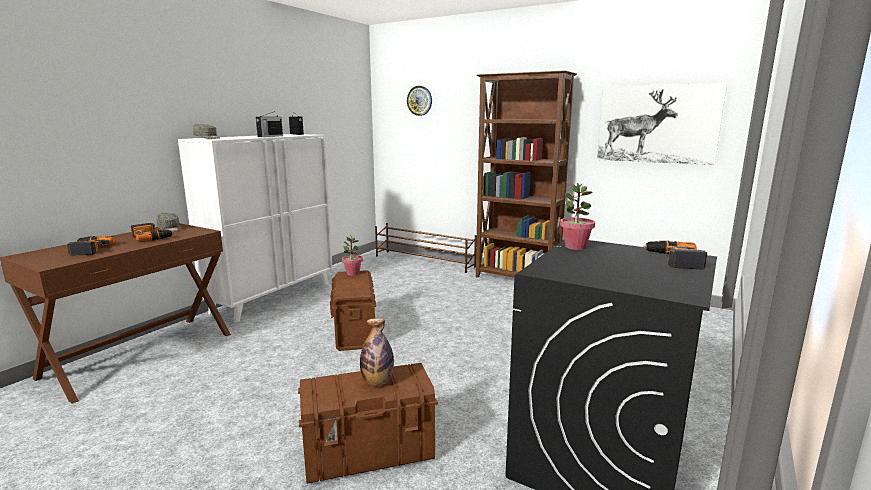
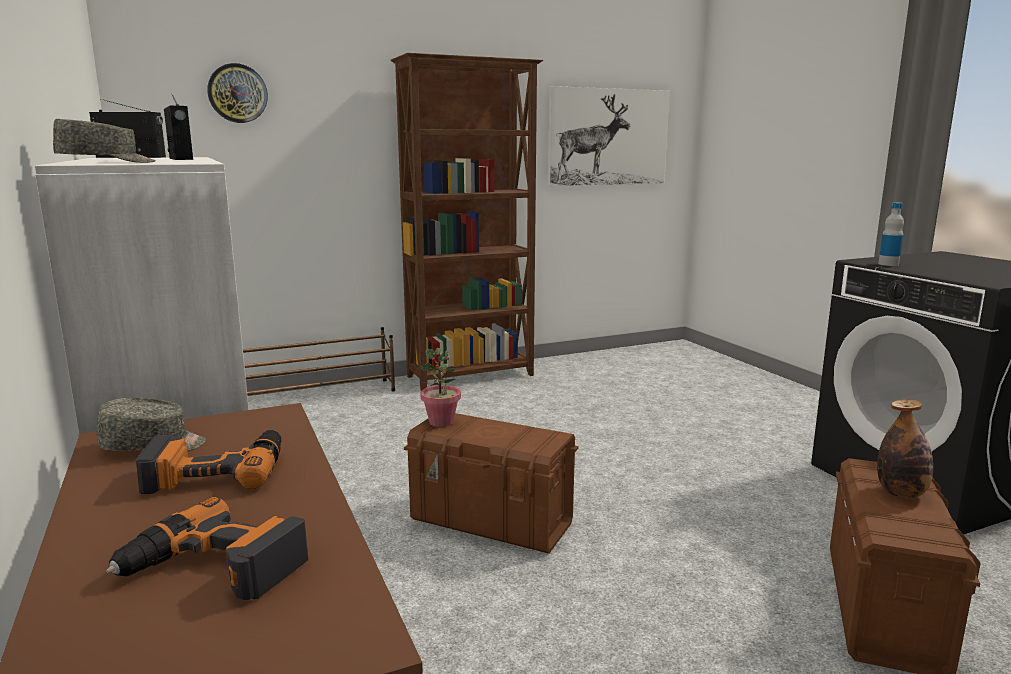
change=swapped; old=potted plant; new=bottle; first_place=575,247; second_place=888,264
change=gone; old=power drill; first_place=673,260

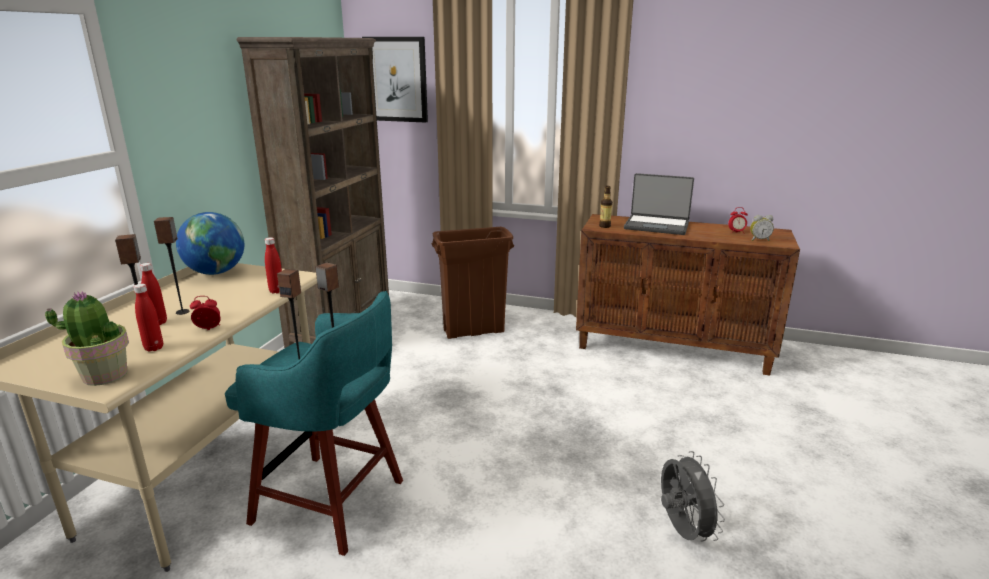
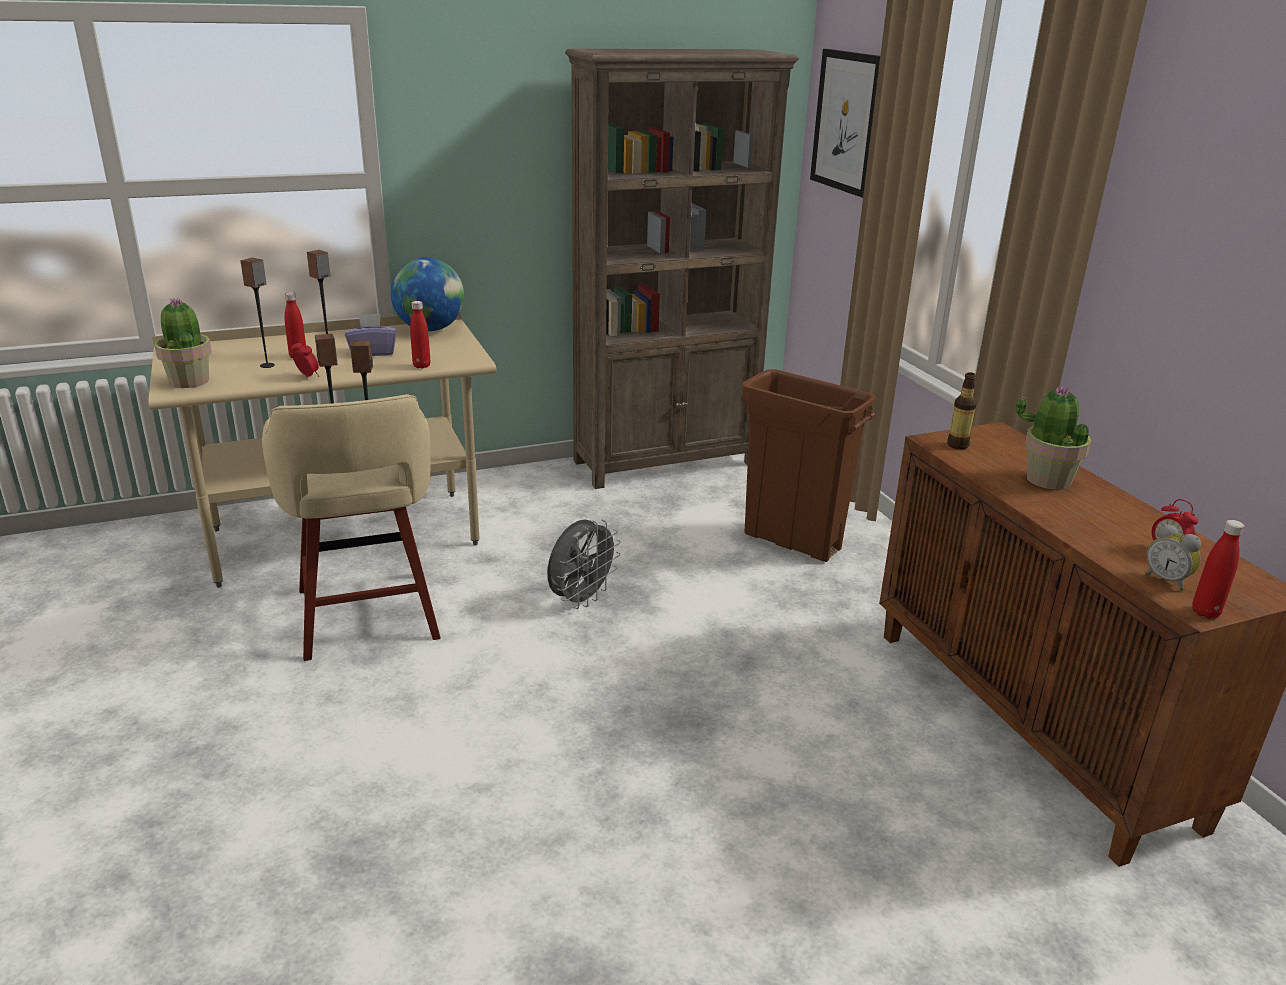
change=repainted; old=stool (turquoise); new=stool (beige); first_place=332,503; second_place=367,617
change=new; new=tissue box (purple); second_place=372,352
change=shifted; old=fan (grey); first_place=681,531; second_place=581,599
change=swapped; old=laptop; new=potted plant; first_place=656,226; second_place=1047,479
change=shifted; old=bottle (red); first_place=154,348; second_place=1205,612

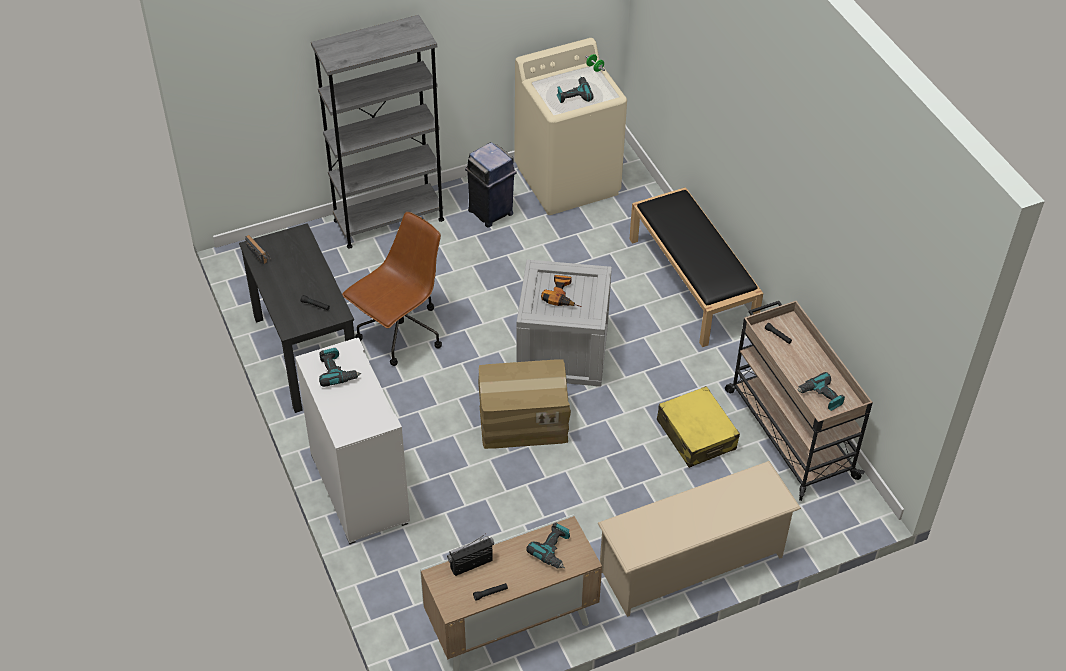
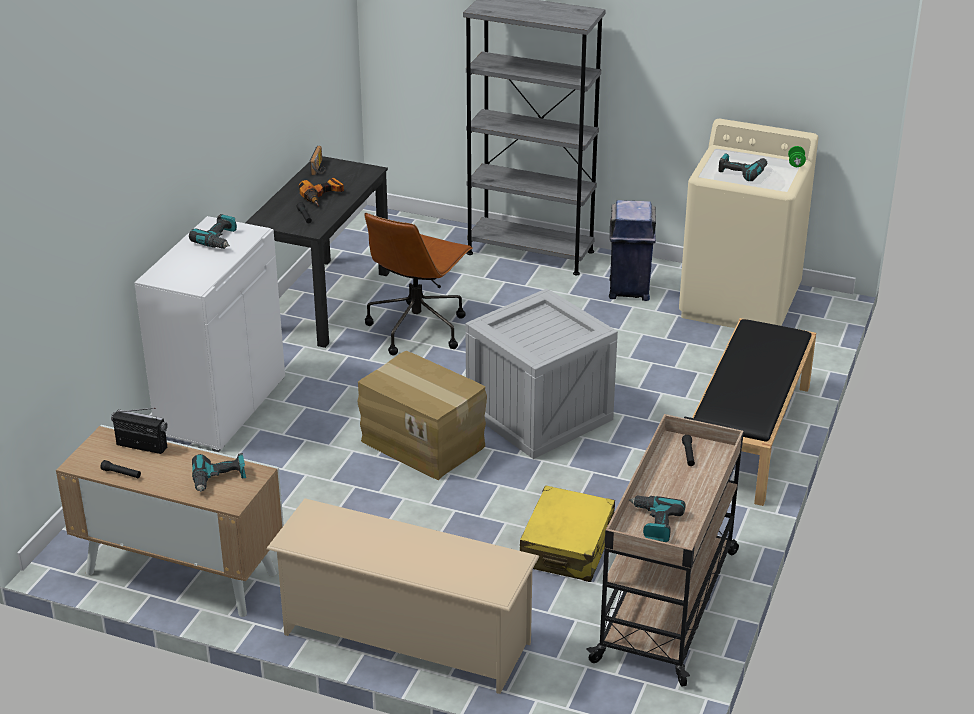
change=shifted; old=power drill; first_place=562,295; second_place=323,197
change=rotated; old=office chair (brown); first_place=400,334; second_place=417,328; degrees=120

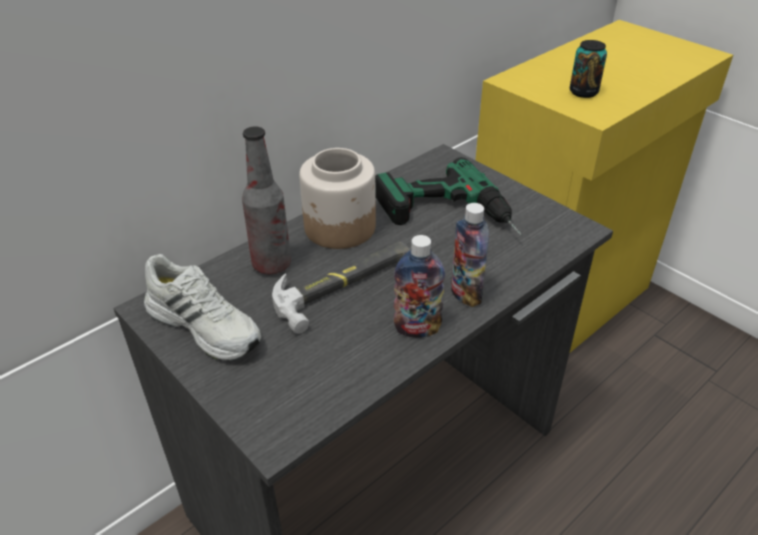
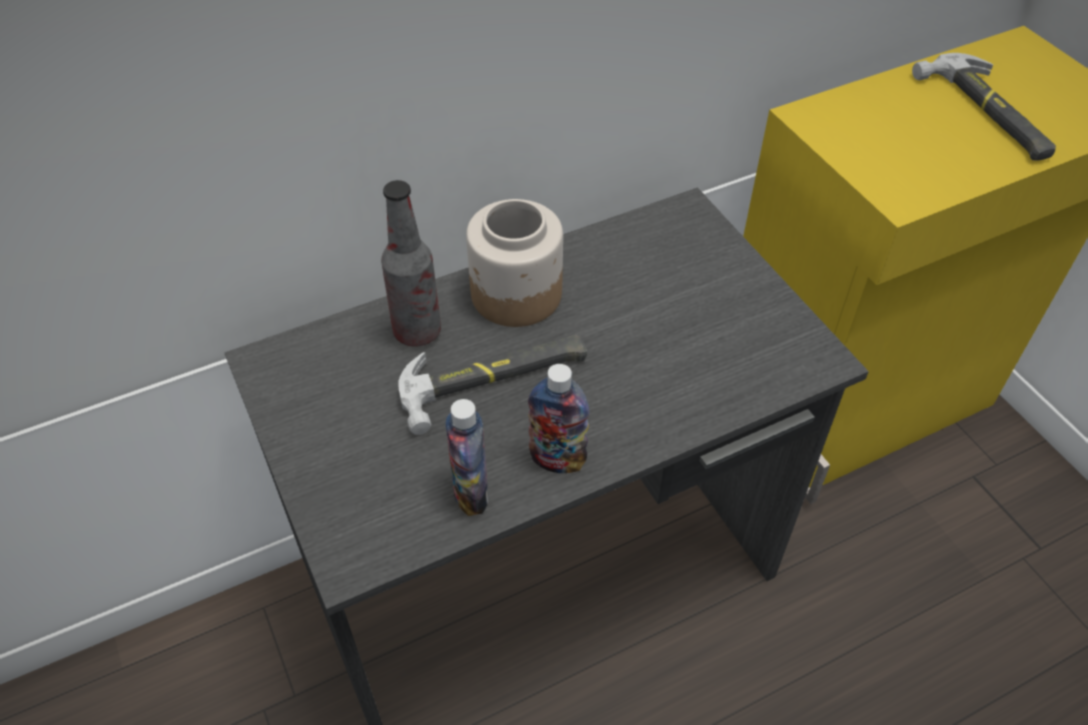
change=shifted; old=bottle; first_place=466,294; second_place=471,494
change=new; new=hammer; second_place=987,113
change=gone; old=shoe (white); first_place=206,325
change=gone; old=power drill; first_place=449,217
change=gone; old=can; first_place=583,92

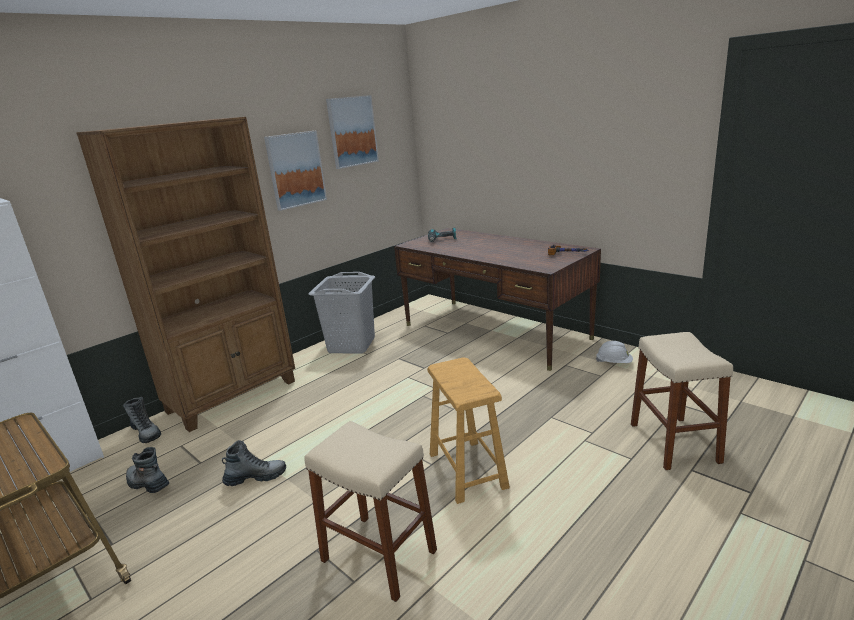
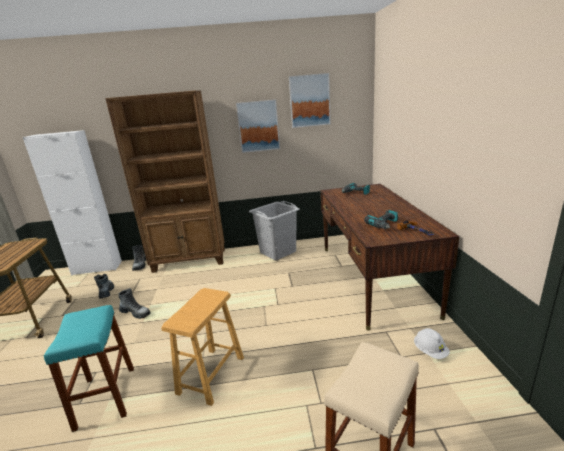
change=repainted; old=stool (beige); new=stool (turquoise); first_place=379,555; second_place=106,397
change=new; new=power drill; second_place=384,225

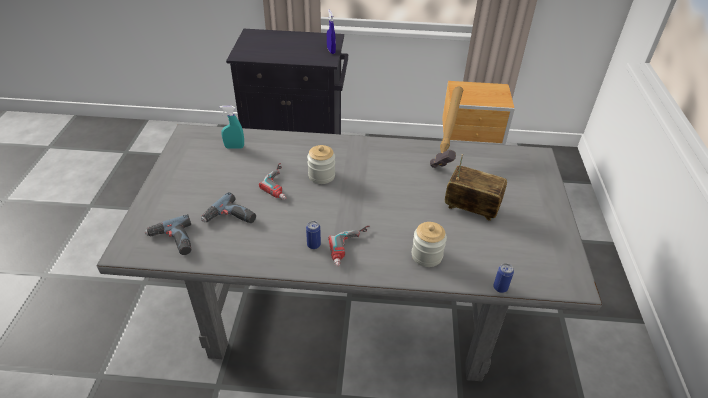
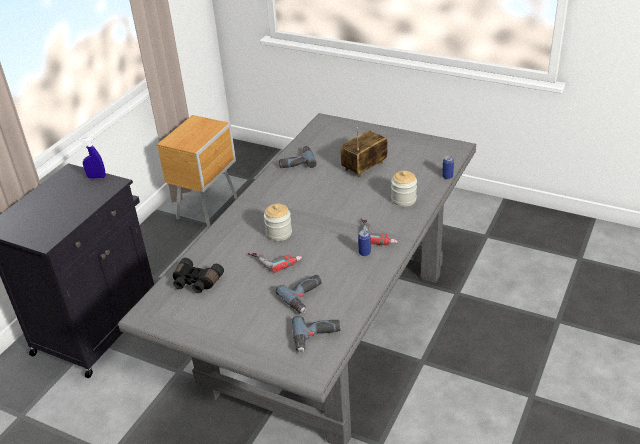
change=swapped; old=spray bottle (turquoise); new=binoculars (black); first_place=234,147; second_place=196,282
change=swapped; old=hammer; new=power drill; first_place=447,156; second_place=296,161

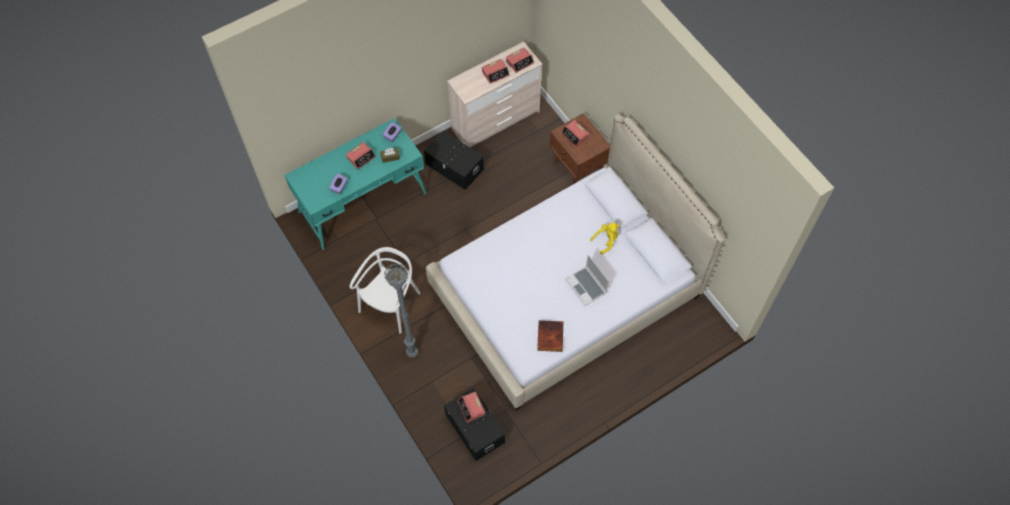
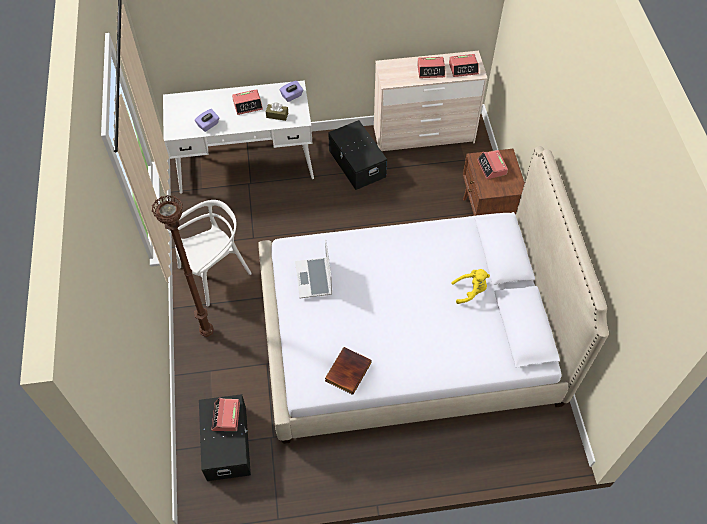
change=repainted; old=floor lamp (grey); new=floor lamp (brown); first_place=411,353; second_place=207,331
change=repainted; old=desk (turquoise); new=desk (white); first_place=363,202; second_place=245,164
change=shifted; old=laptop; first_place=586,286; second_place=314,279

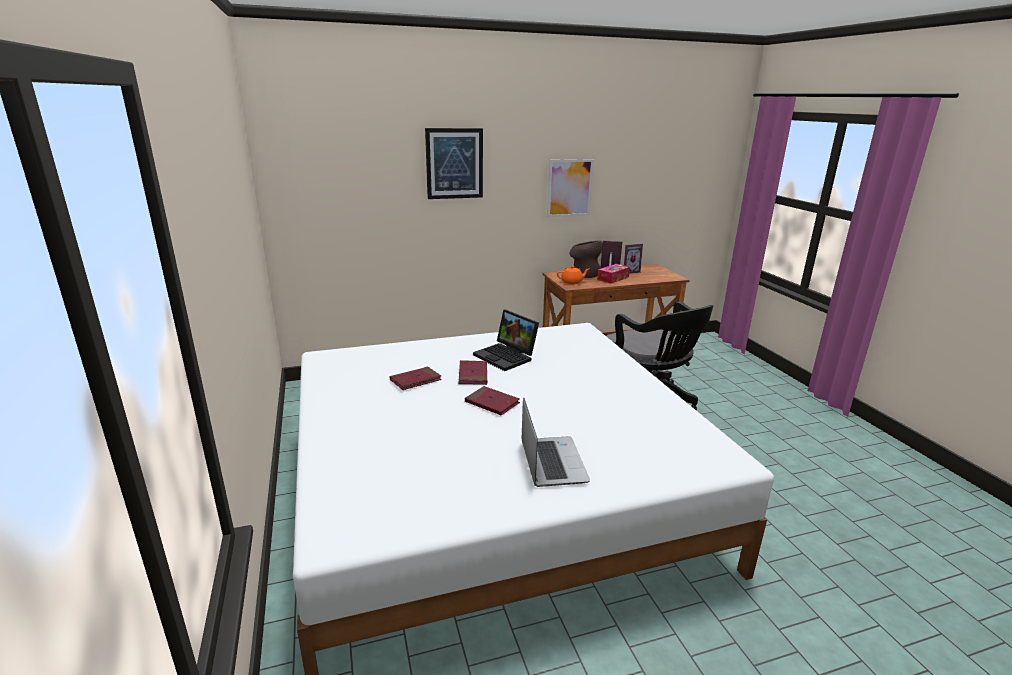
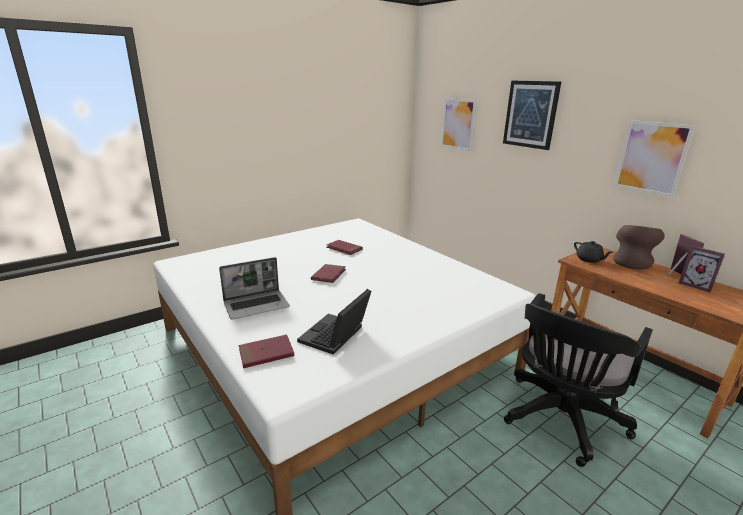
change=shifted; old=book (red); first_place=473,375; second_place=266,353
change=shifted; old=laptop; first_place=507,356; second_place=335,337
change=new; new=picture; second_place=458,124
change=repainted; old=teapot (orange); new=teapot (black); first_place=572,282; second_place=589,259
change=gone; old=tissue box; first_place=613,278

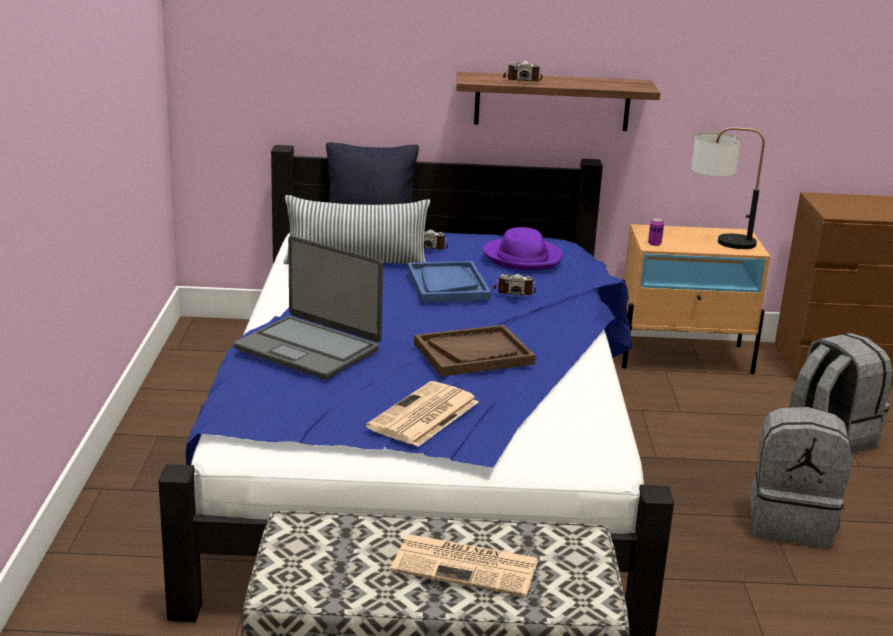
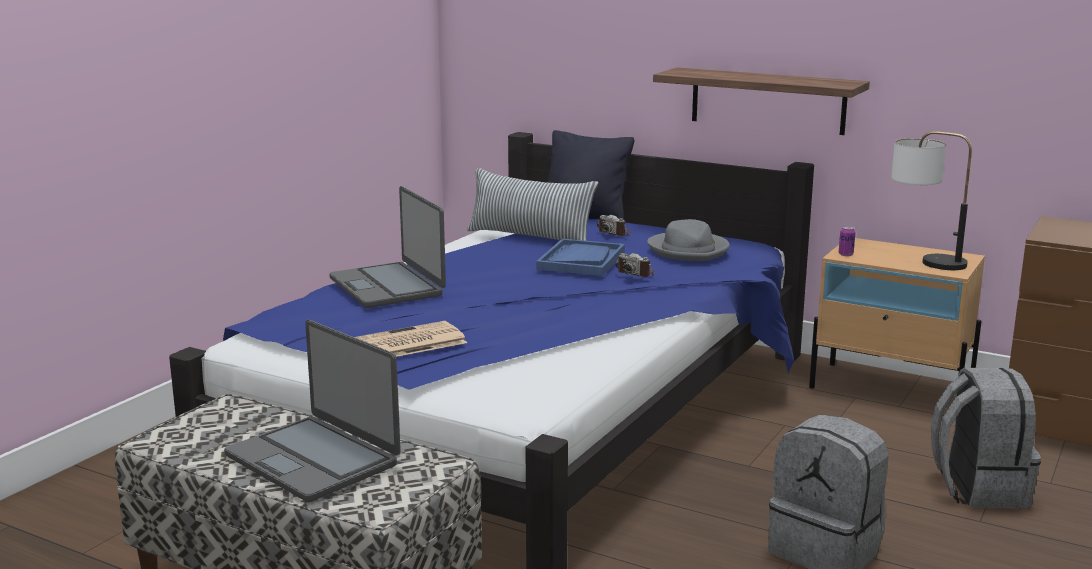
change=swapped; old=newspaper; new=laptop; first_place=468,566; second_place=314,459
change=repainted; old=hat (purple); new=hat (grey); first_place=523,257; second_place=689,250
change=gone; old=tray (brown); first_place=473,353
change=gone; old=photo camera; first_place=522,80

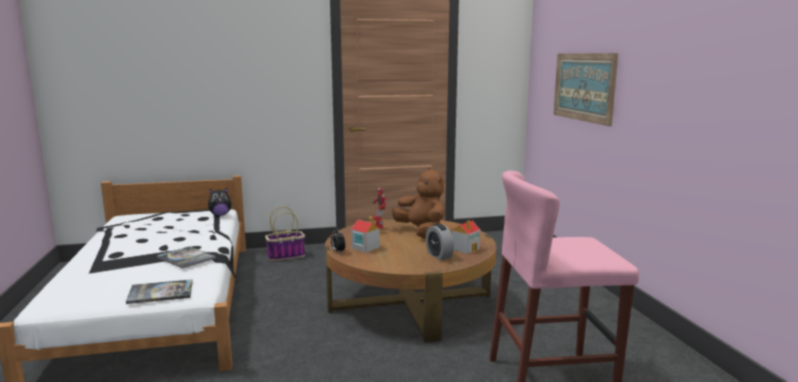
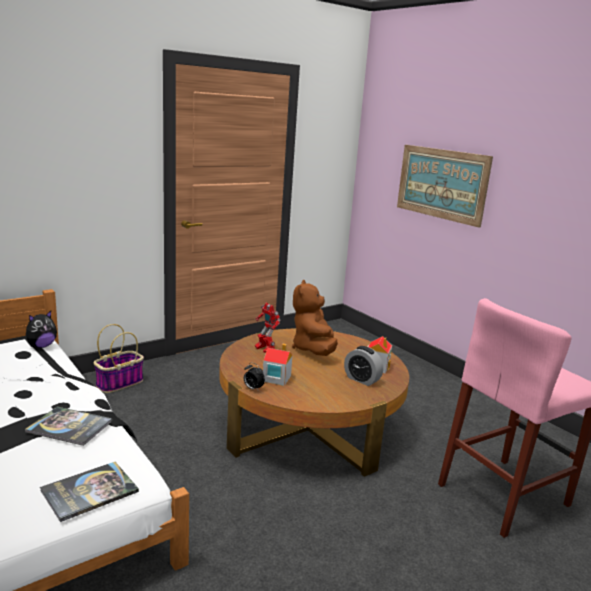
change=rotated; old=plush toy (brown); first_place=421,233; second_place=313,349; degrees=-120

